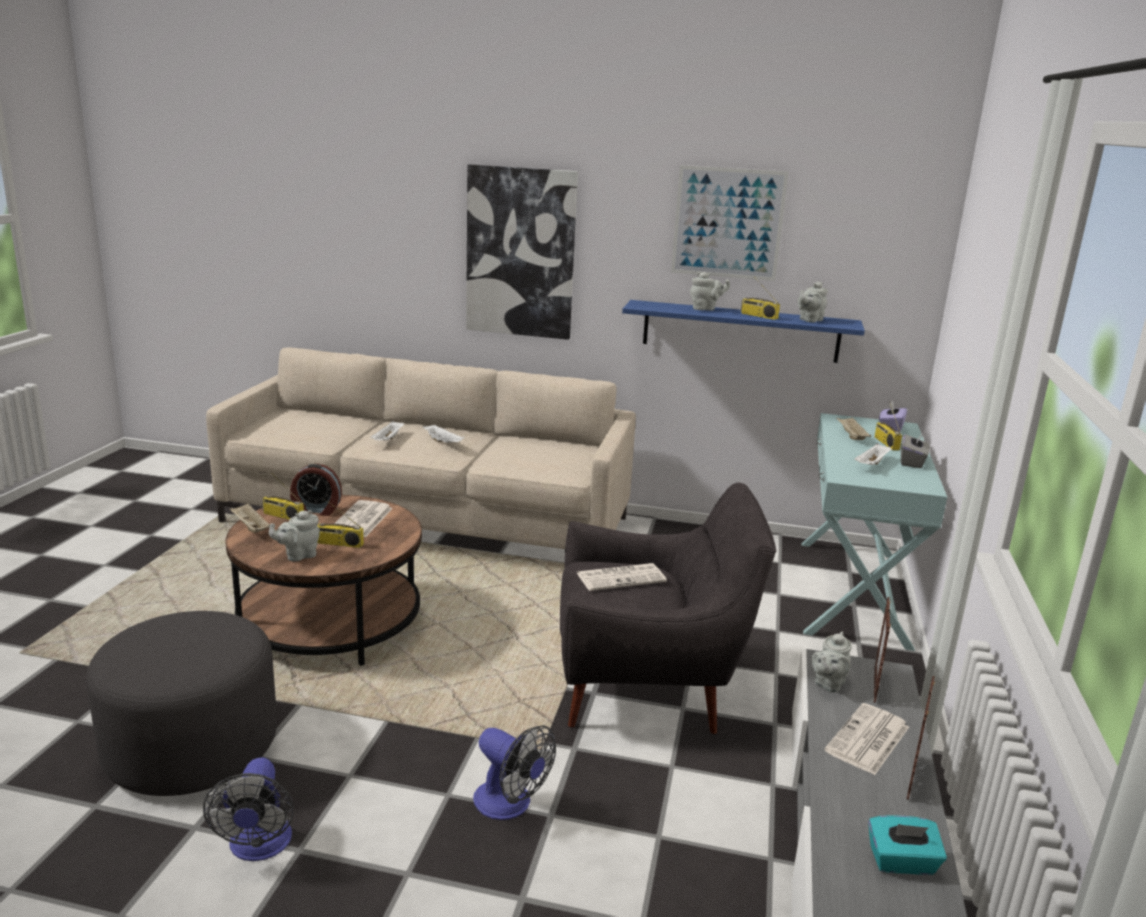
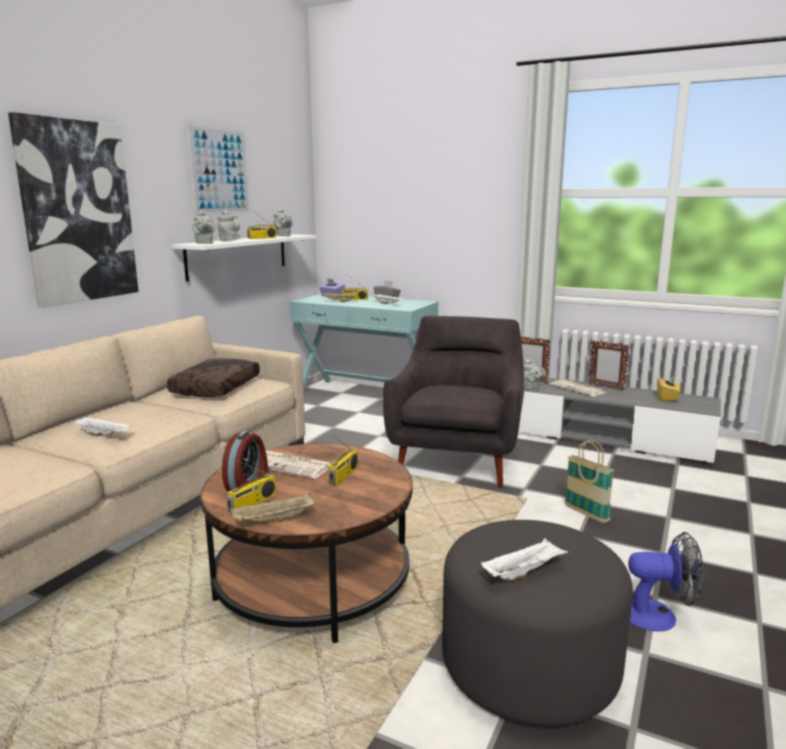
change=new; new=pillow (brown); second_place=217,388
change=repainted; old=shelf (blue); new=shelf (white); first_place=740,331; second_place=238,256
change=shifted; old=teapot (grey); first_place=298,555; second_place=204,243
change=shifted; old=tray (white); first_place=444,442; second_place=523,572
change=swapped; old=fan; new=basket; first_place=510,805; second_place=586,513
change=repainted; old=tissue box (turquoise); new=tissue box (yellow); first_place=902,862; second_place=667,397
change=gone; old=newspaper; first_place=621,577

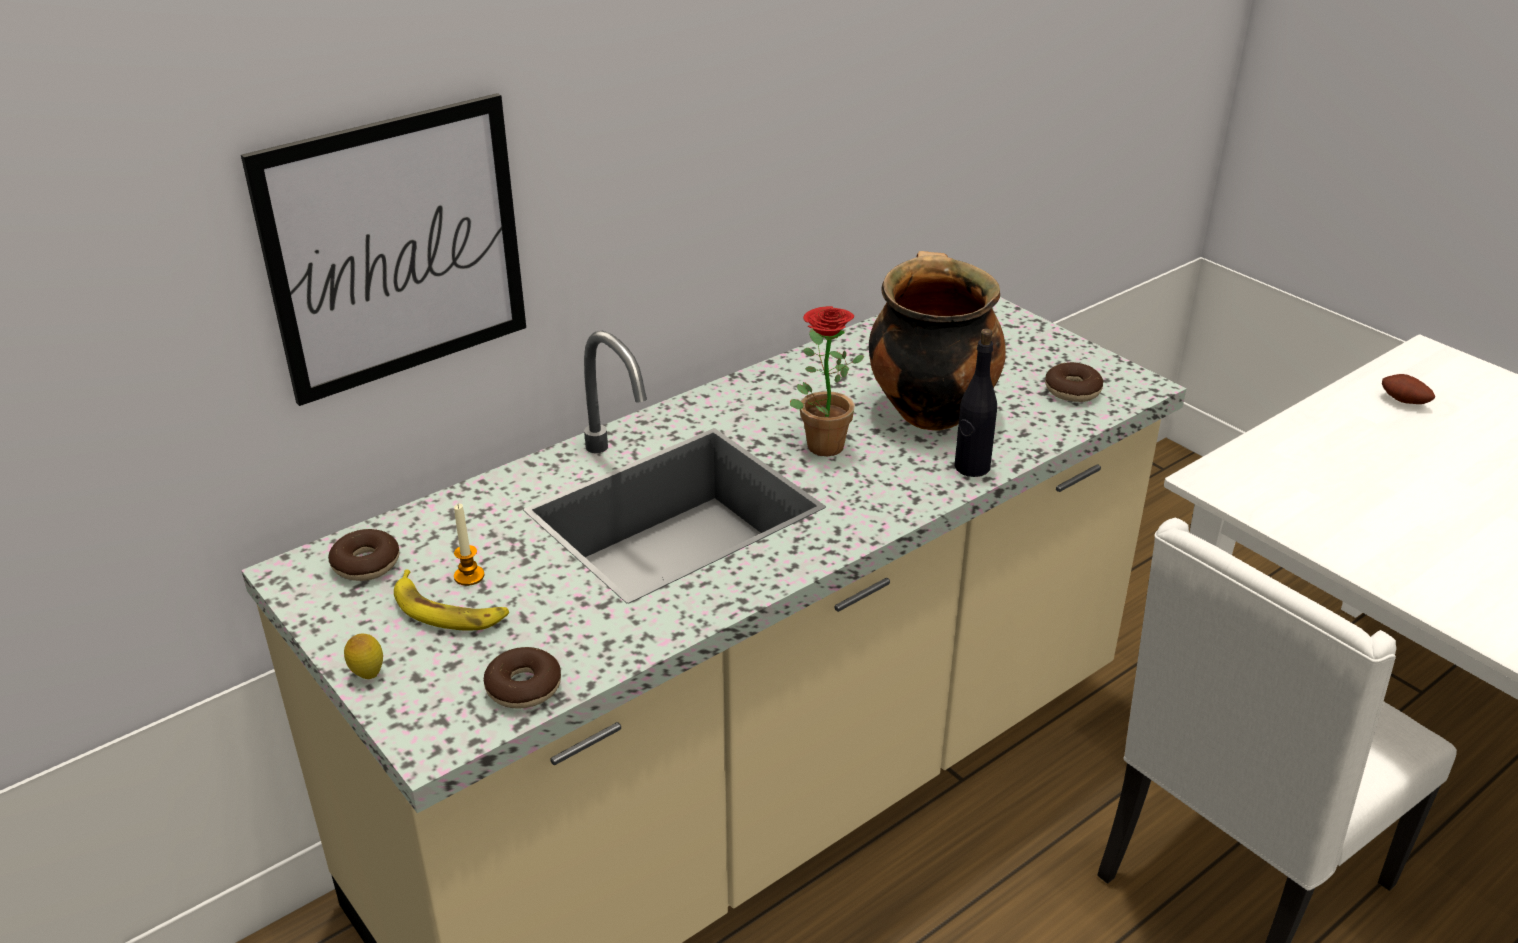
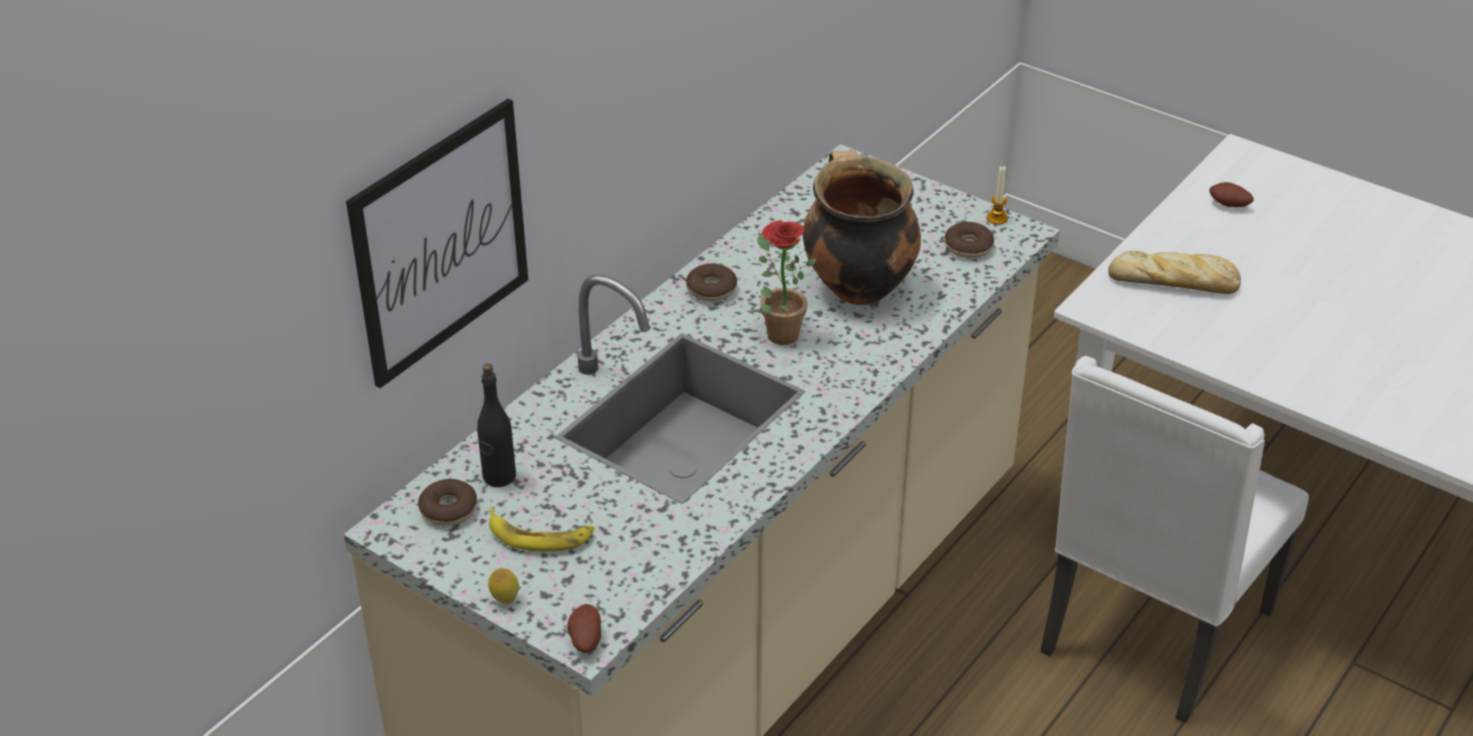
change=shifted; old=bottle (black); first_place=971,467; second_place=499,477
change=new; new=potato; second_place=584,640
change=shifted; old=donut; first_place=523,687; second_place=711,289
change=shifted; old=candle; first_place=469,576; second_place=997,218
change=new; new=bread; second_place=1175,282

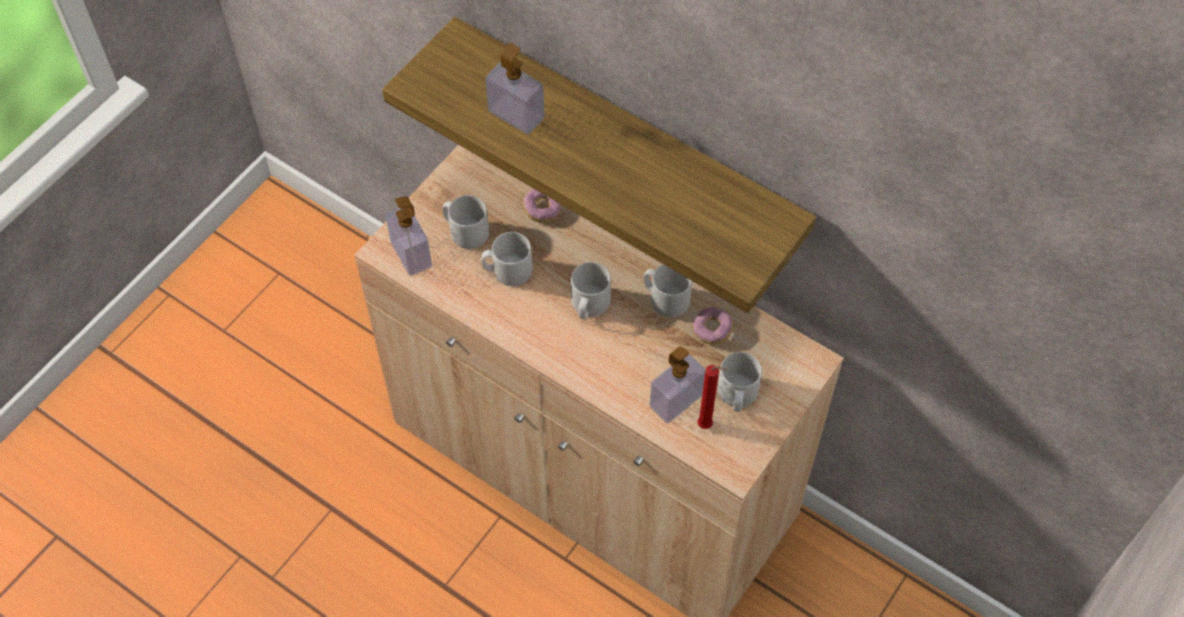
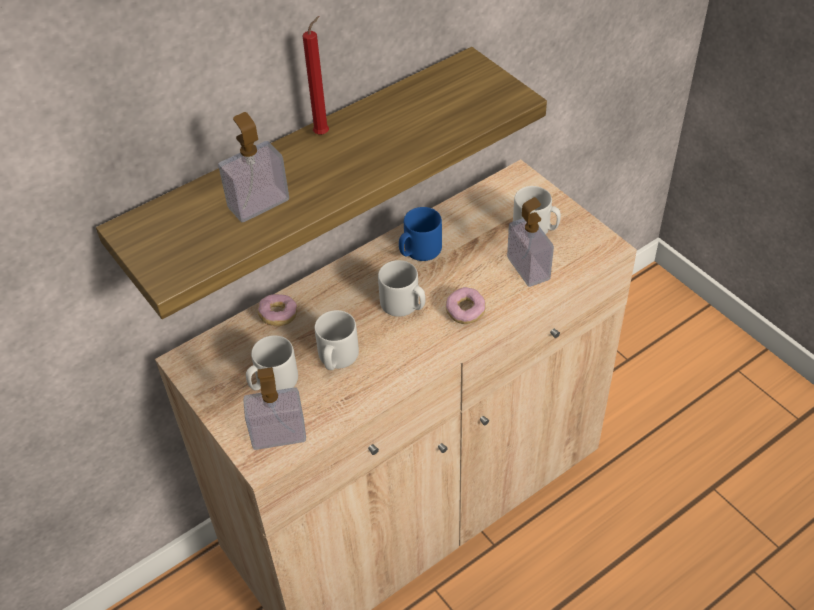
change=shifted; old=candle (red); first_place=707,426; second_place=323,133
change=repainted; old=mug (grey); new=mug (blue); first_place=665,298; second_place=419,251
change=shifted; old=donut; first_place=712,330; second_place=465,312

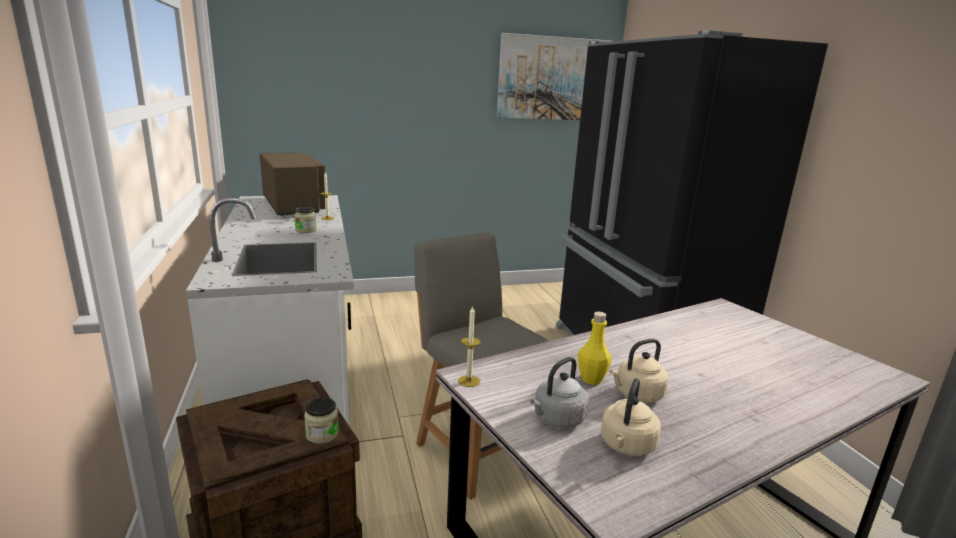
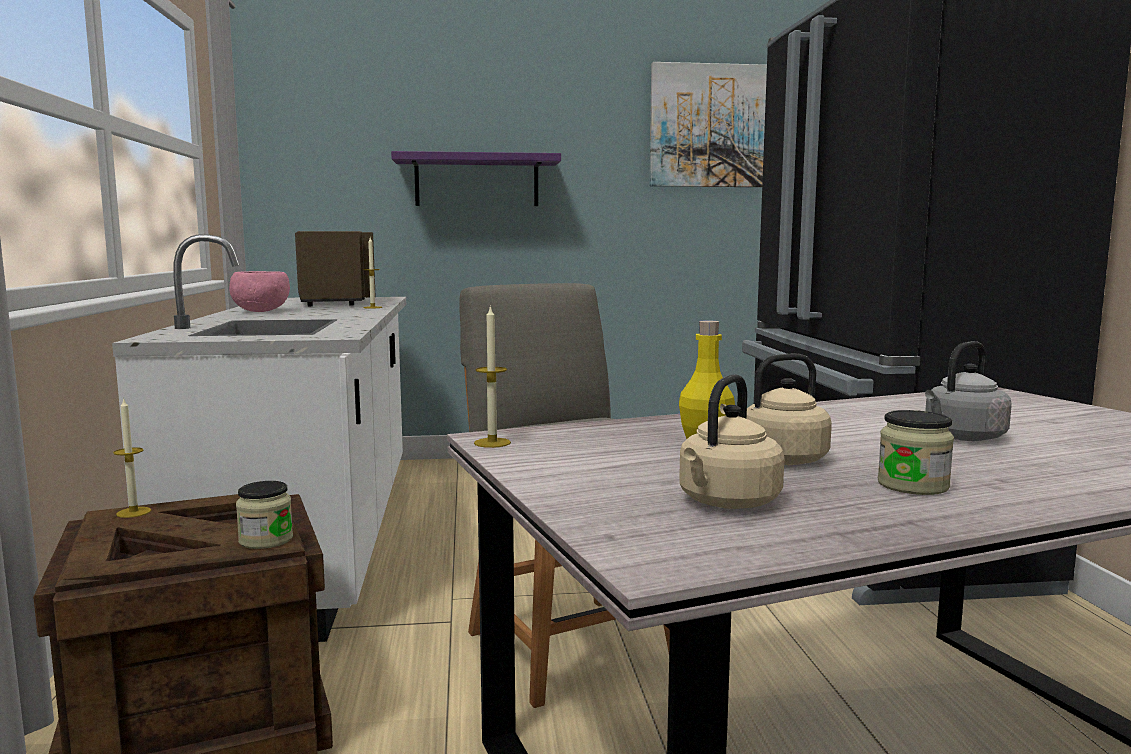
change=new; new=candle; second_place=134,512
change=new; new=bowl (pink); second_place=261,311
change=new; new=shelf (purple); second_place=477,181
change=shifted; old=jar; first_place=306,230; second_place=913,485
change=shifted; old=kettle (grey); first_place=557,419; second_place=962,437

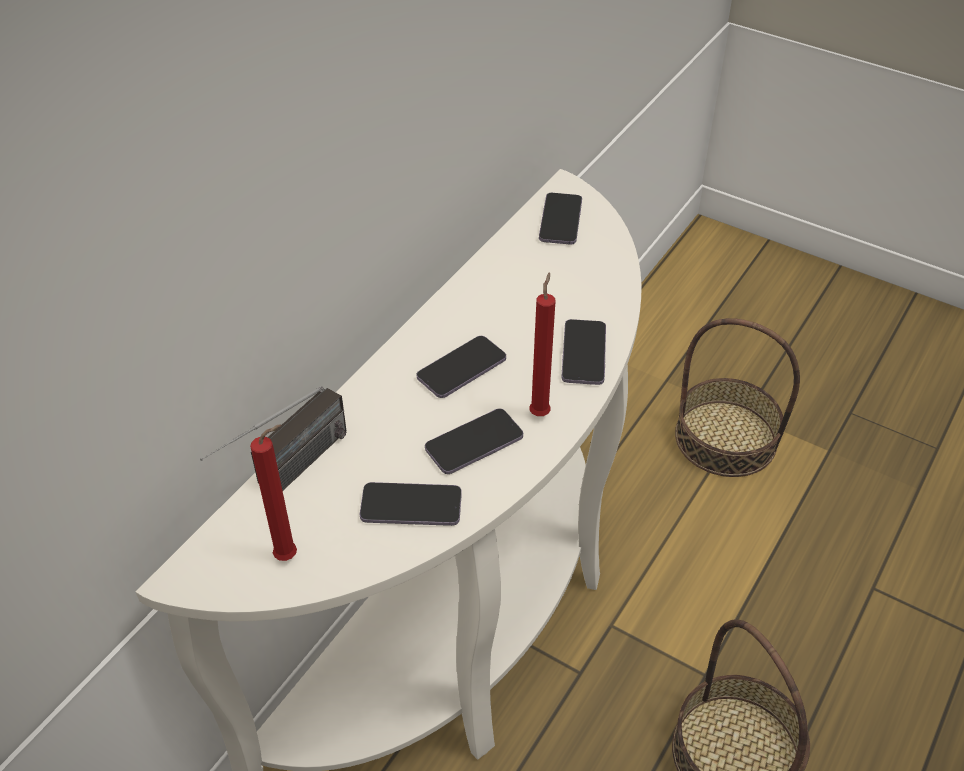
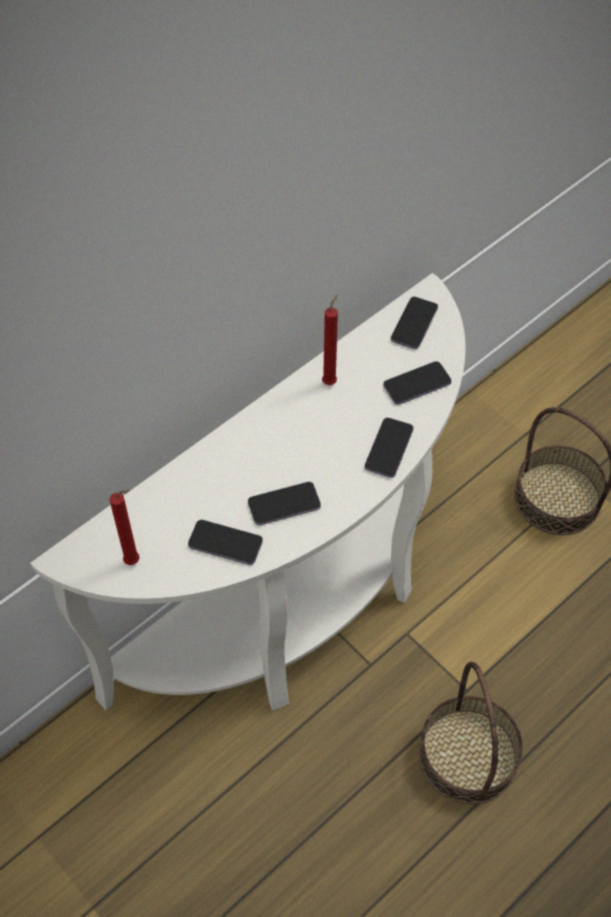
change=shifted; old=candle (red); first_place=540,412; second_place=330,381
change=shifted; old=phone; first_place=461,369; second_place=417,384
change=gone; old=radio; first_place=286,476

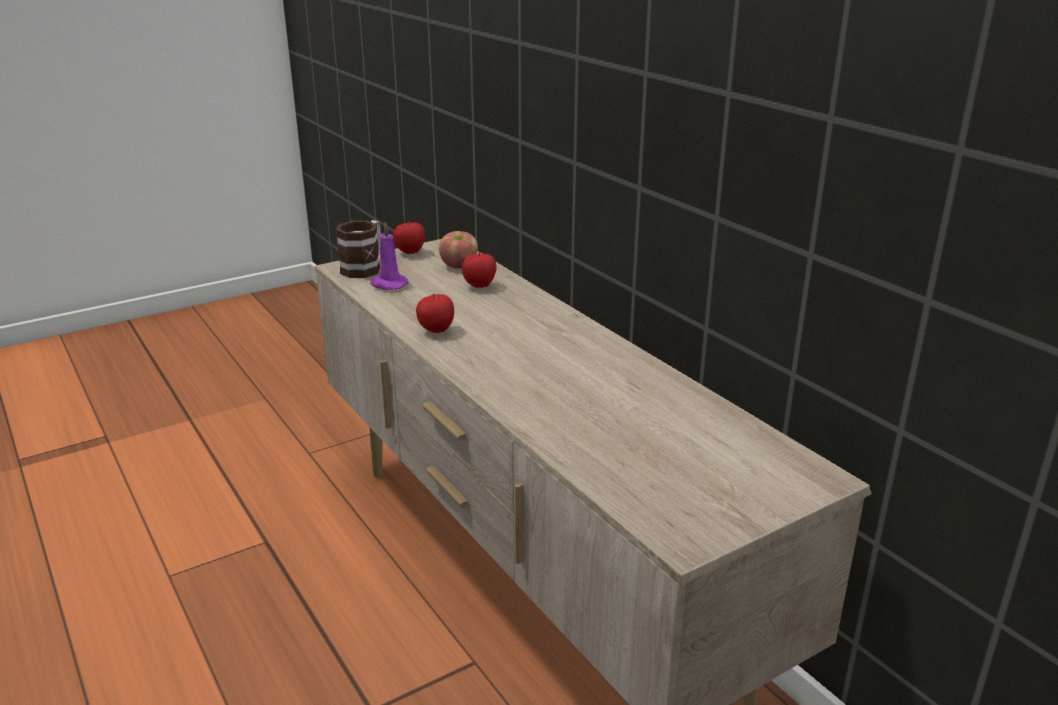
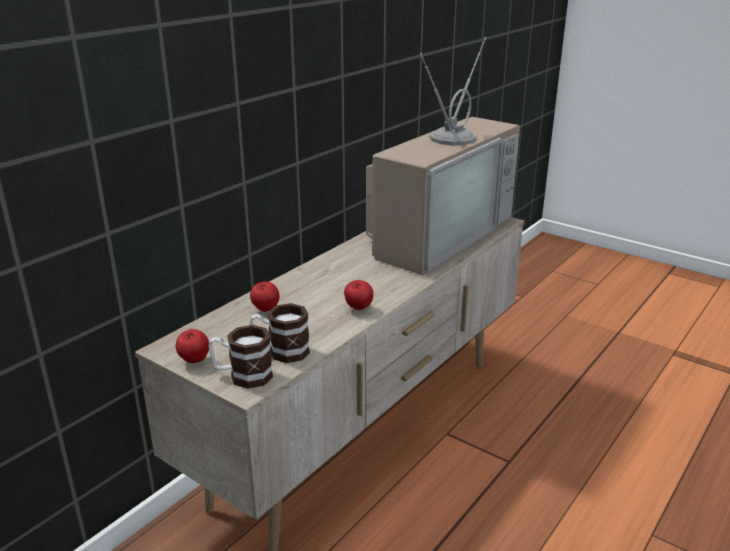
change=swapped; old=candle (purple); new=mug; first_place=388,284; second_place=280,351
change=new; new=television; second_place=437,235
change=gone; old=apple; first_place=459,266

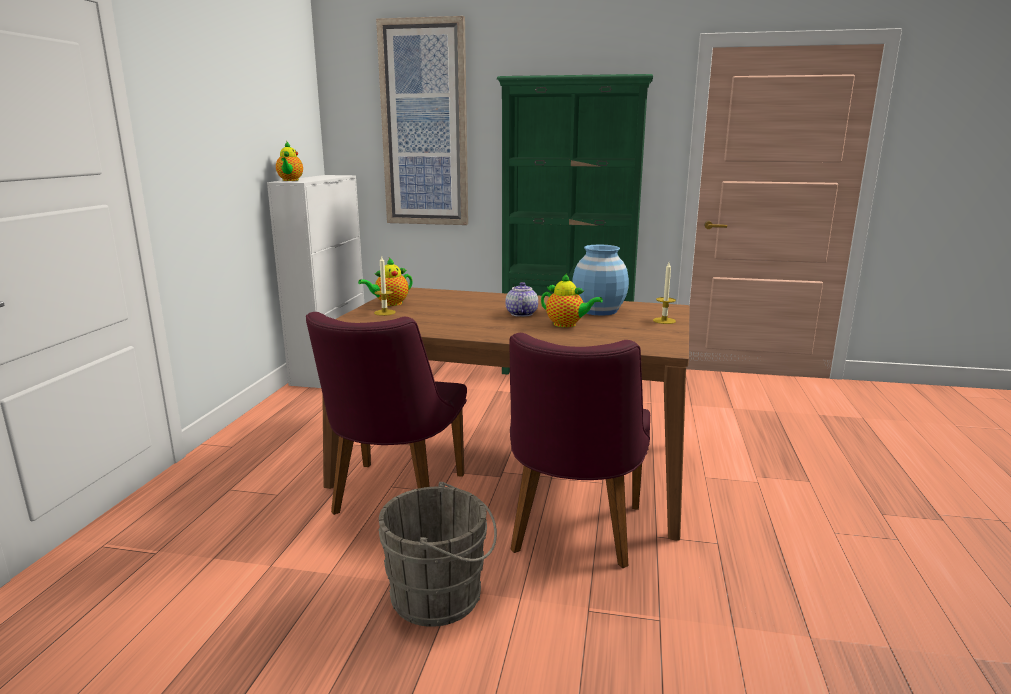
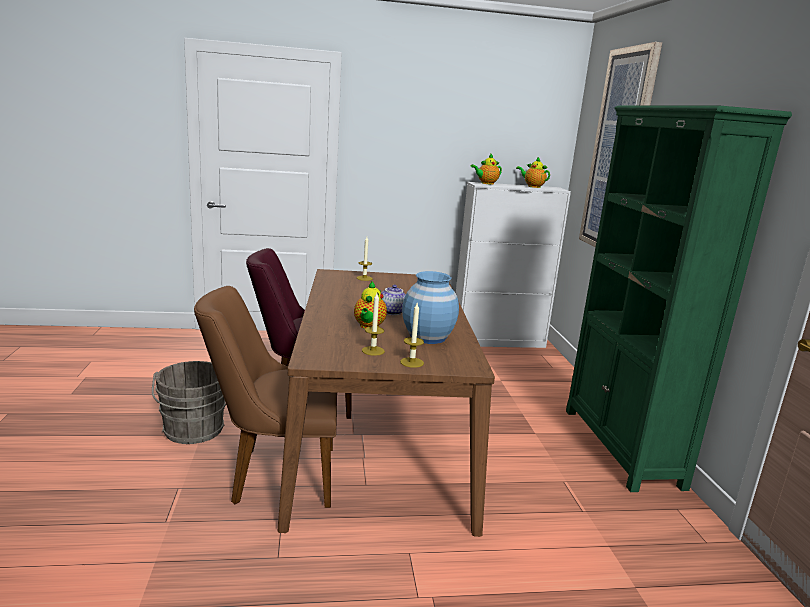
change=repainted; old=chair (purple); new=chair (brown); first_place=572,535; second_place=273,474
change=new; new=candle; second_place=373,351
change=shifted; old=teapot; first_place=389,304; second_place=532,186

